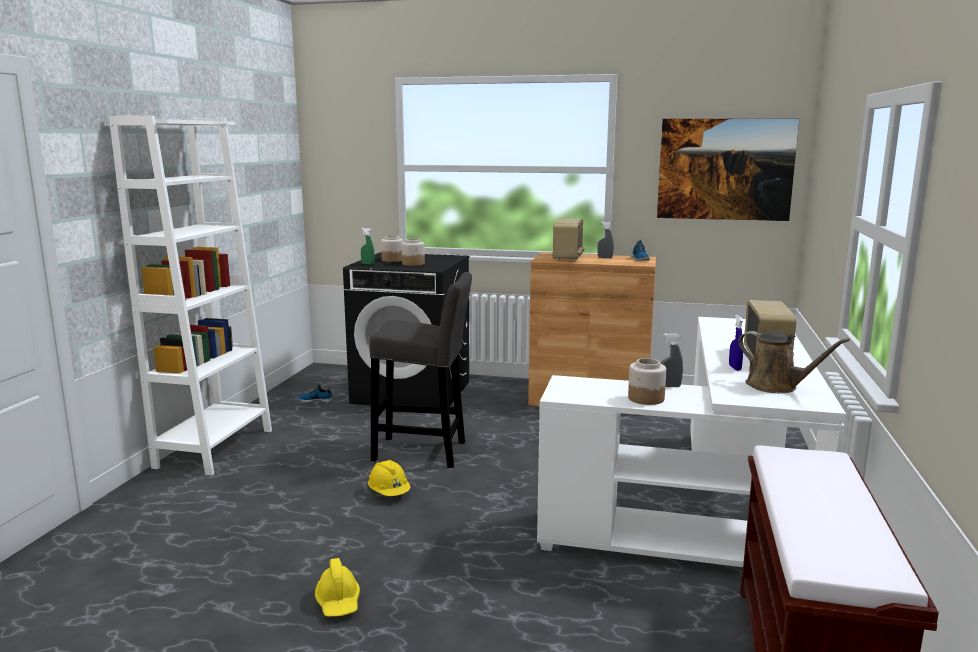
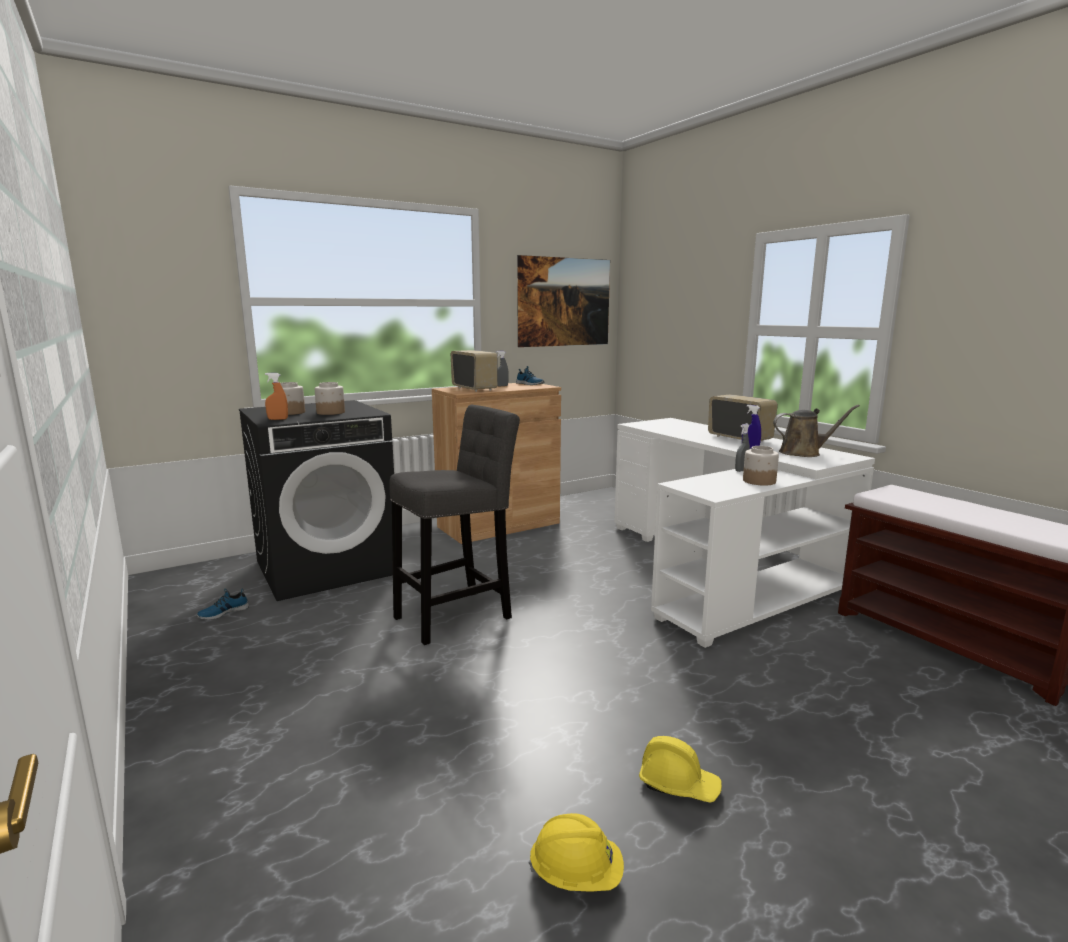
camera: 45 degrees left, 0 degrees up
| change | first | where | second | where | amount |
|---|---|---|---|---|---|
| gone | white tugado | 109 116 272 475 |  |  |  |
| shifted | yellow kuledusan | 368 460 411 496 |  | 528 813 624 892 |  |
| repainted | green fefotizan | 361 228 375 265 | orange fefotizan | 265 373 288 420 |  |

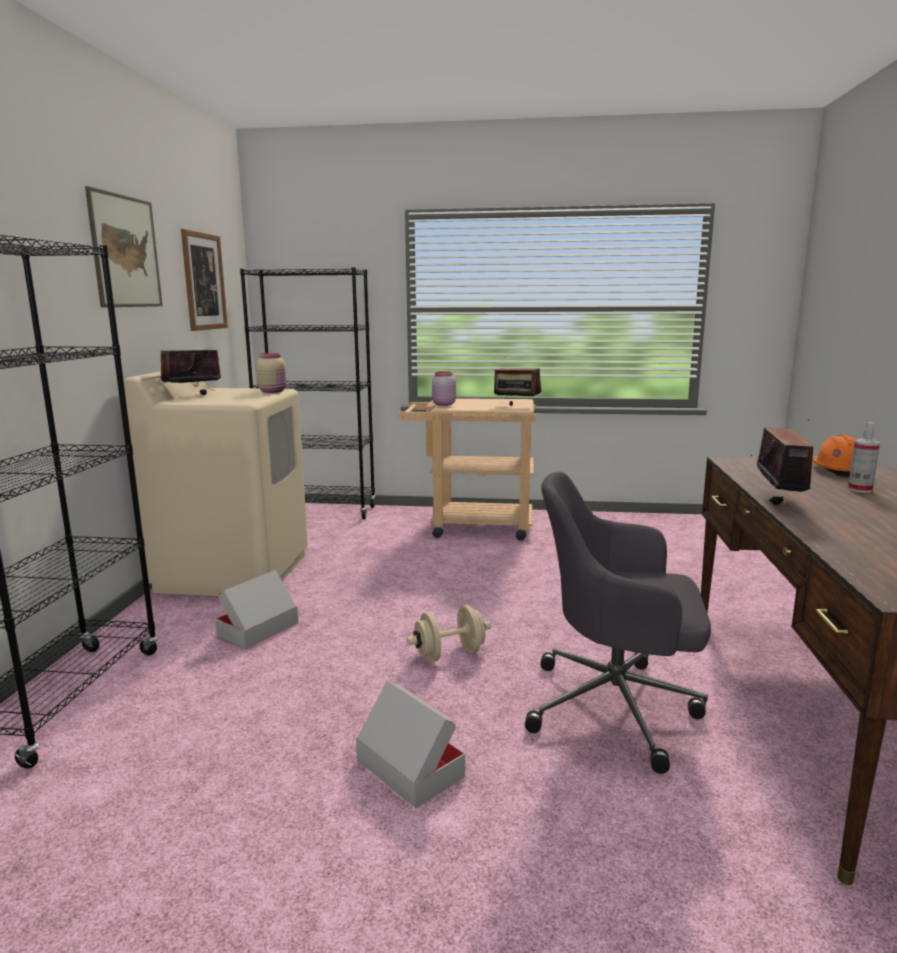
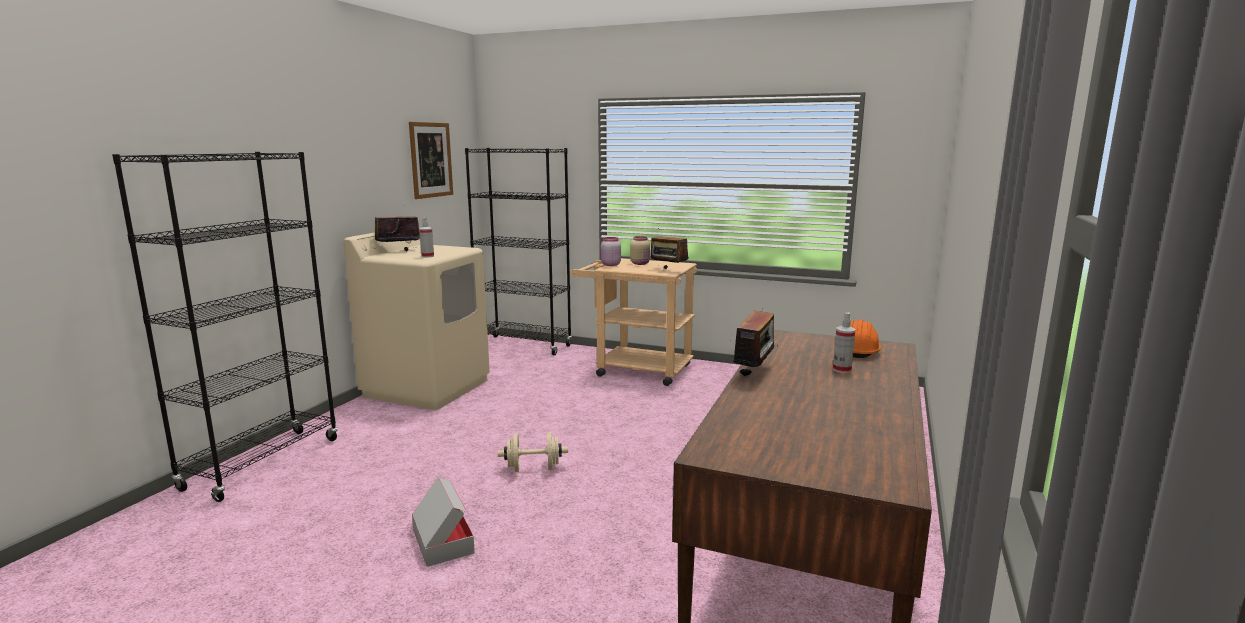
camera: 15 degrees right, 0 degrees up
| change | first | where | second | where | amount |
|---|---|---|---|---|---|
| gone | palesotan | 85 186 163 307 |  |  |  |
| gone | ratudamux | 215 570 298 649 |  |  |  |
| gone | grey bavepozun | 525 472 711 774 |  |  |  |
| new |  |  | fefotizan | 419 218 434 258 |  |
| shifted | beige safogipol | 256 353 286 393 |  | 630 236 650 265 |  |

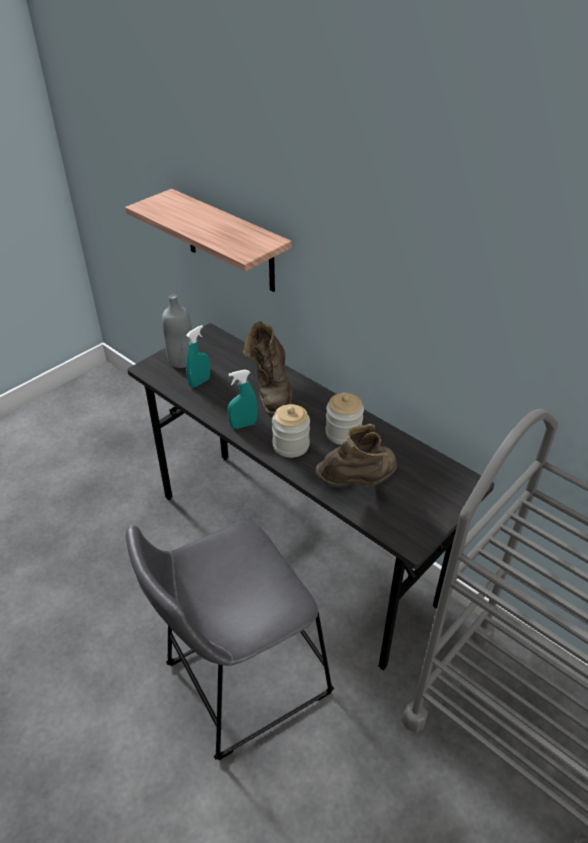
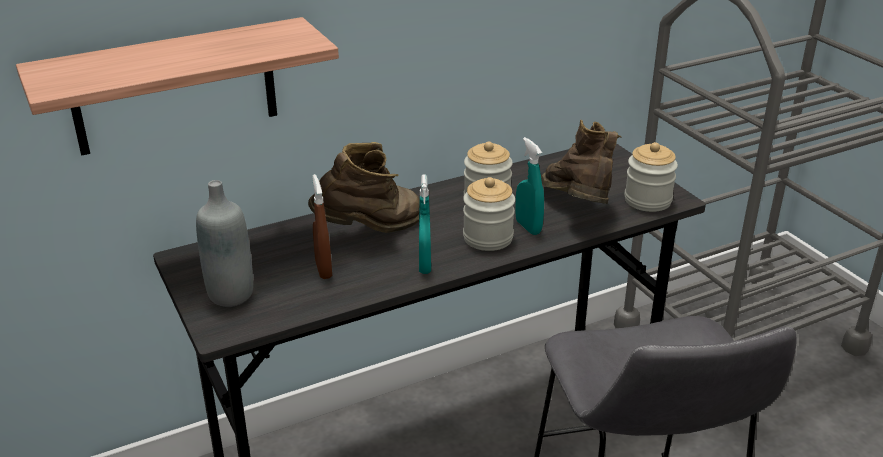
camera: 70 degrees left, 10 degrees down
| change | first | where | second | where | amount |
|---|---|---|---|---|---|
| new |  |  | brown fefotizan | 312 174 332 279 |  |
| new |  |  | safogipol | 625 142 678 212 |  |
| shifted | turquoise fefotizan | 186 325 210 388 |  | 515 137 544 235 |  |
| rotated | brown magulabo | 243 321 293 416 |  | 308 142 420 233 | 45 degrees counterclockwise |

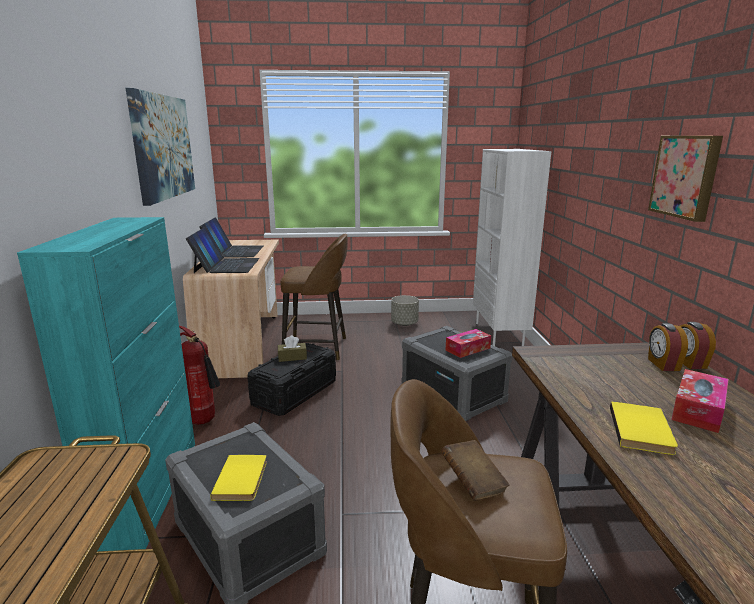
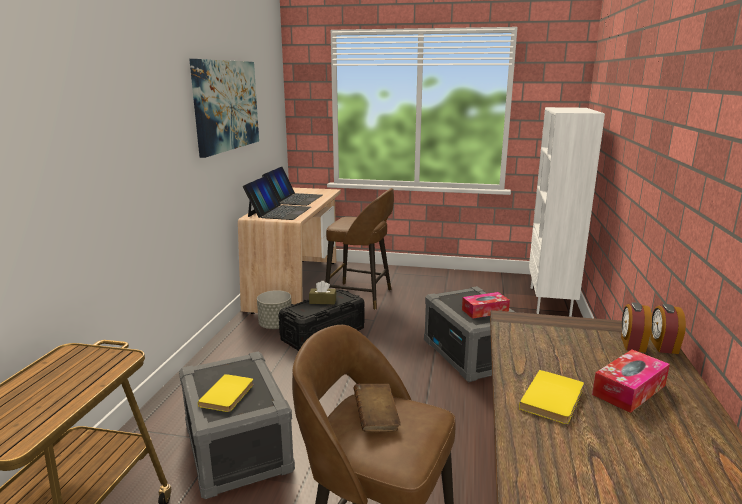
camera: 15 degrees right, 0 degrees up
| change | first | where | second | where | amount |
|---|---|---|---|---|---|
| gone | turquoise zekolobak | 17 217 195 551 |  |  |  |
| gone | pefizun | 179 326 220 425 |  |  |  |
| gone | palesotan | 648 136 723 222 |  |  |  |
| shifted | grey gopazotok | 391 295 419 326 |  | 257 290 292 329 |  |

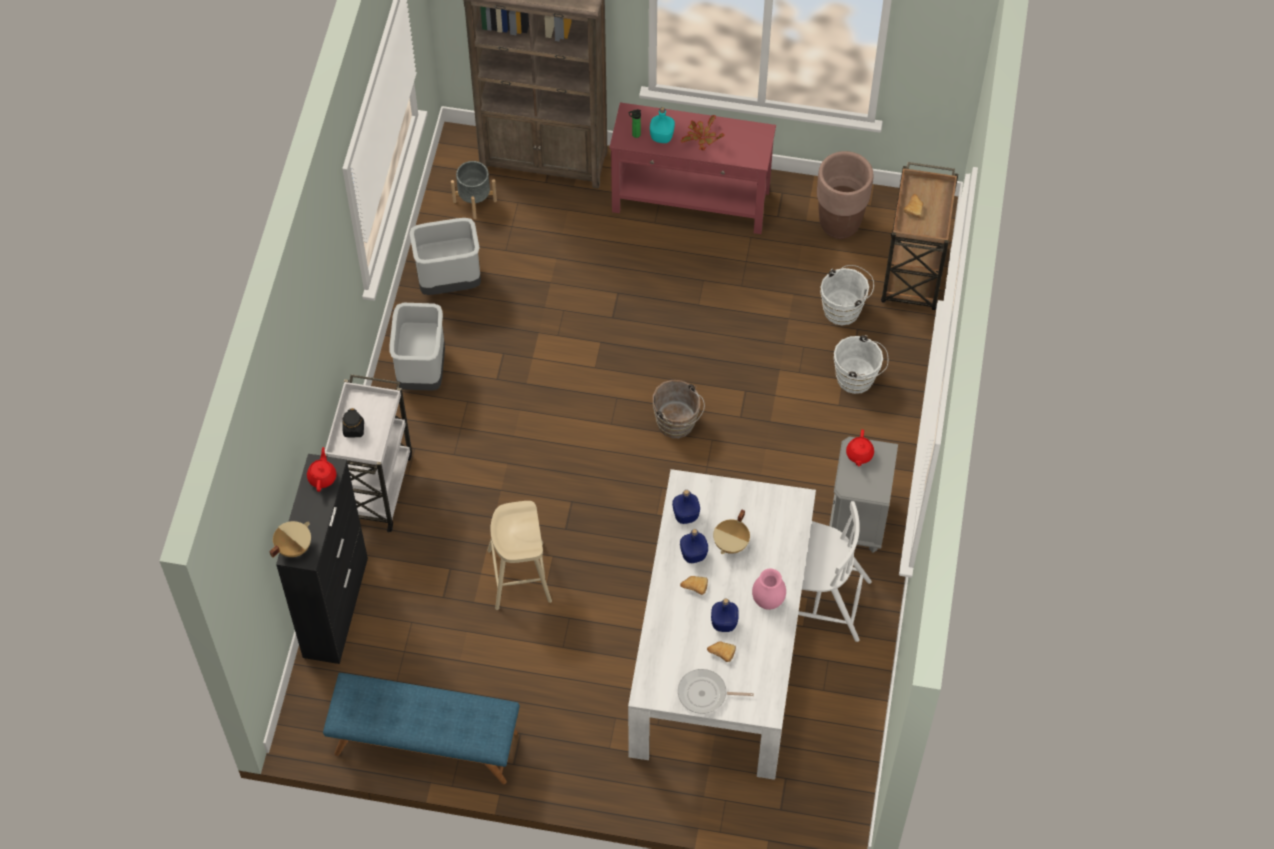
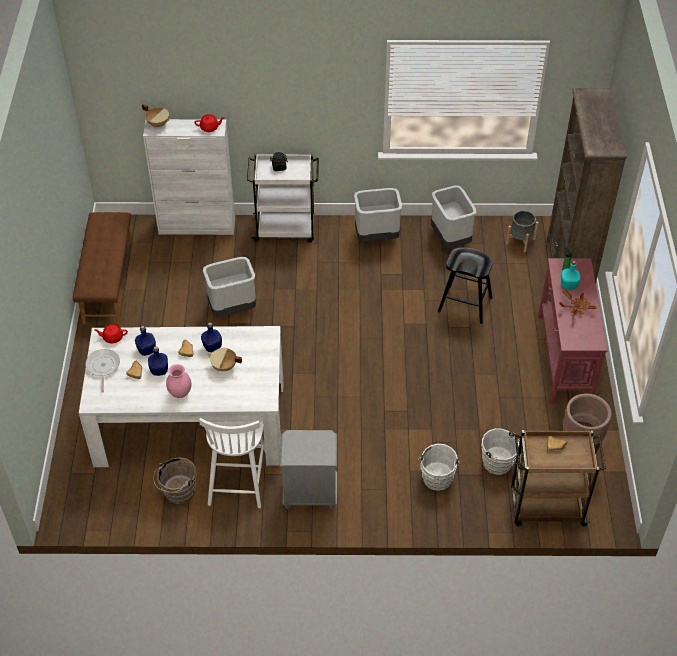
camera: 80 degrees right, 10 degrees down
| change | first | where | second | where | amount |
|---|---|---|---|---|---|
| new |  |  | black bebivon | 438 248 493 324 |  |
| shifted | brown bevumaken | 653 380 705 438 |  | 153 457 196 504 |  |
| shifted | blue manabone | 672 490 700 524 |  | 135 326 156 356 |  |
| shifted | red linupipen | 846 430 874 466 |  | 94 324 128 344 |  |
| swapped | beige bebivon | 487 501 552 610 | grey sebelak | 203 257 256 317 |  |
| repainted | black zekolobak | 276 454 368 664 | white zekolobak | 143 119 235 235 |  |
| repainted | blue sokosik | 323 673 520 784 | brown sokosik | 73 212 133 325 |  |

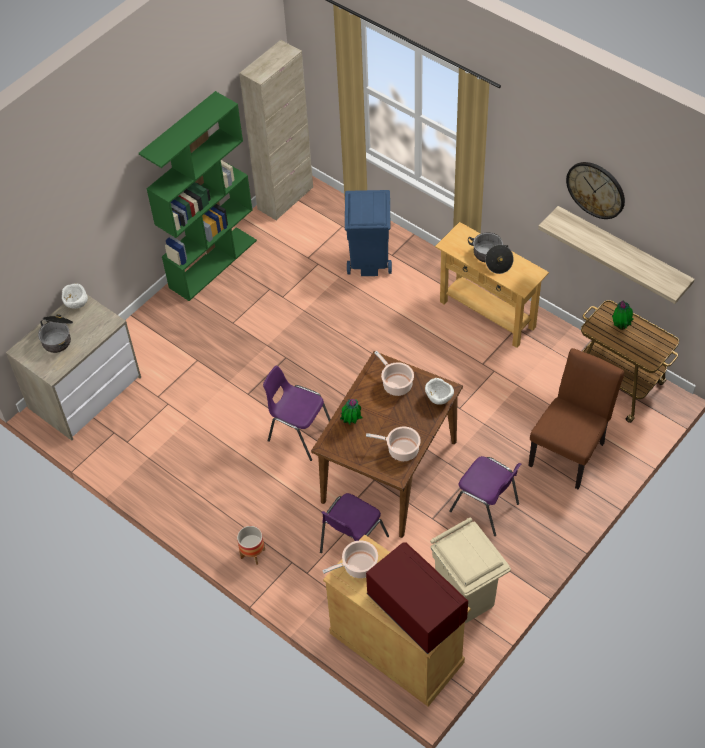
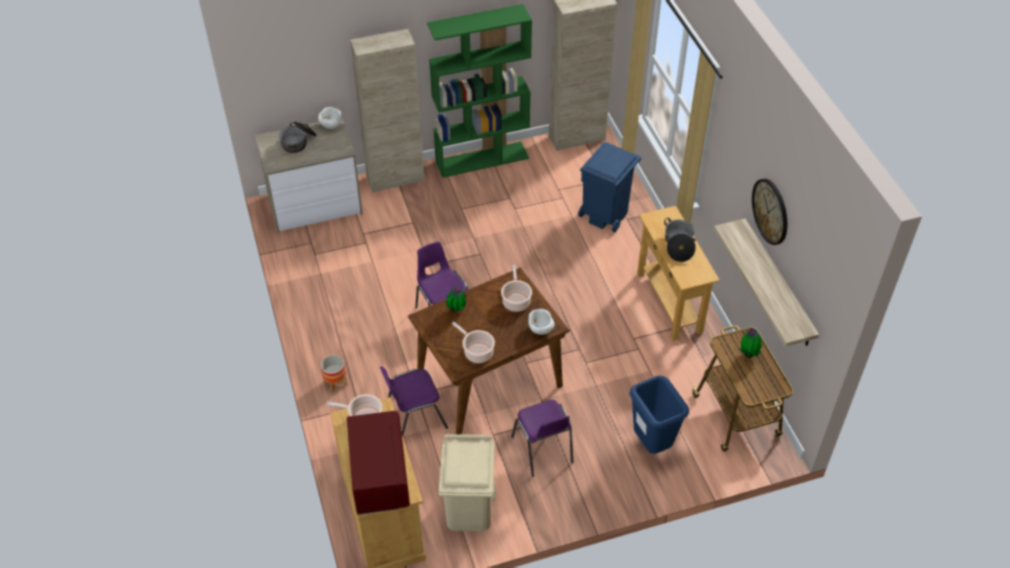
camera: 30 degrees right, 5 degrees down
| change | first | where | second | where | amount |
|---|---|---|---|---|---|
| new |  |  | beige zekolobak | 350 29 425 193 |  |
| swapped | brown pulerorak | 528 348 624 490 | blue sebelak | 630 376 689 454 |  |

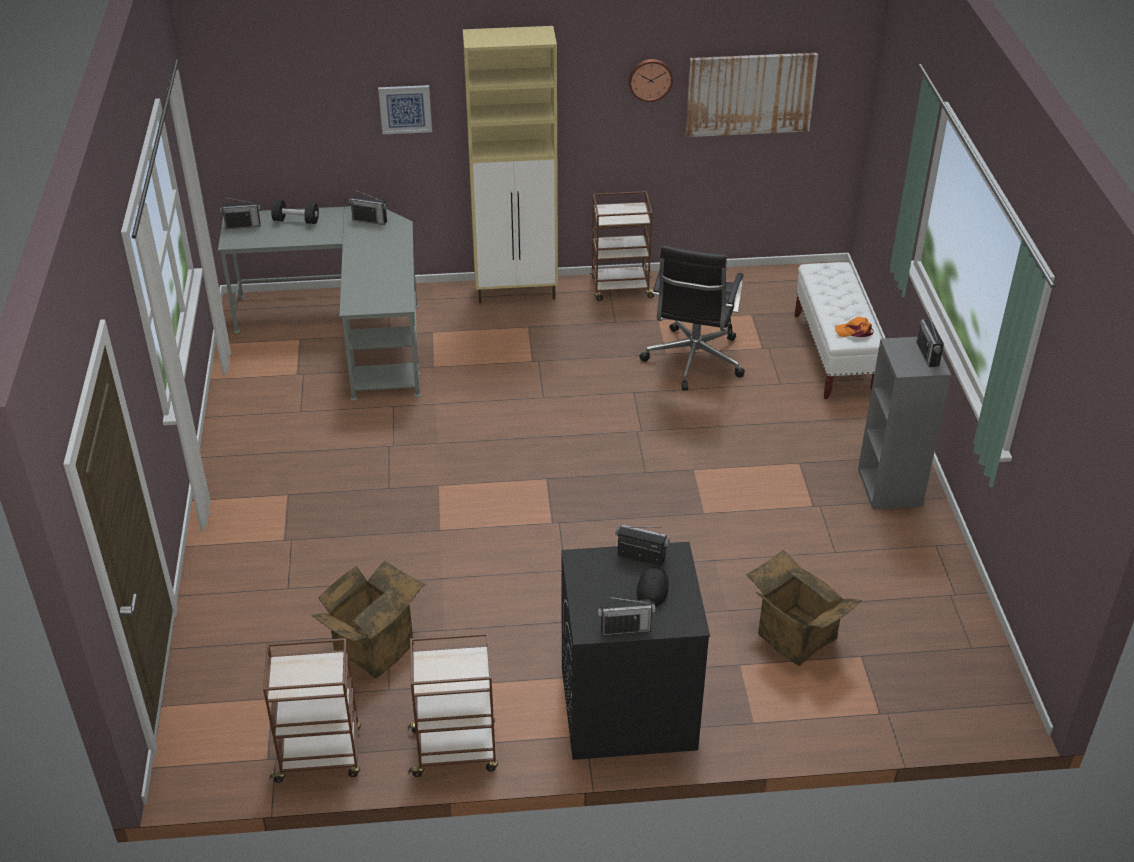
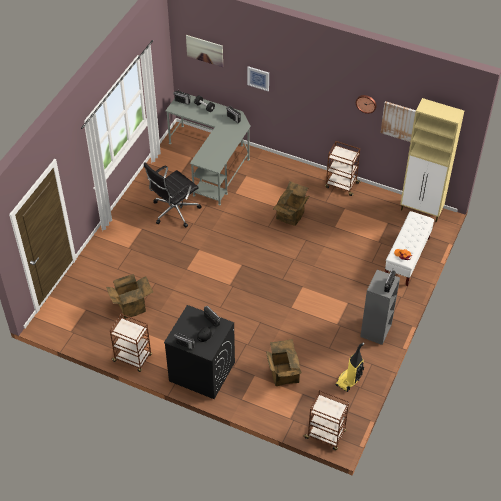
camera: 30 degrees right, 10 degrees up
| change | first | where | second | where | amount |
|---|---|---|---|---|---|
| new |  |  | palesotan | 186 35 223 67 |  |
| new |  |  | ratudamux | 273 181 309 226 |  |
| new |  |  | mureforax | 336 342 365 392 |  |
| shifted | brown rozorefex | 263 638 361 783 |  | 304 390 349 450 |  |
| shifted | beige zekolobak | 463 26 558 303 |  | 400 98 464 222 |  |
| shifted | black bavepozun | 639 245 745 391 |  | 144 162 202 227 |  |

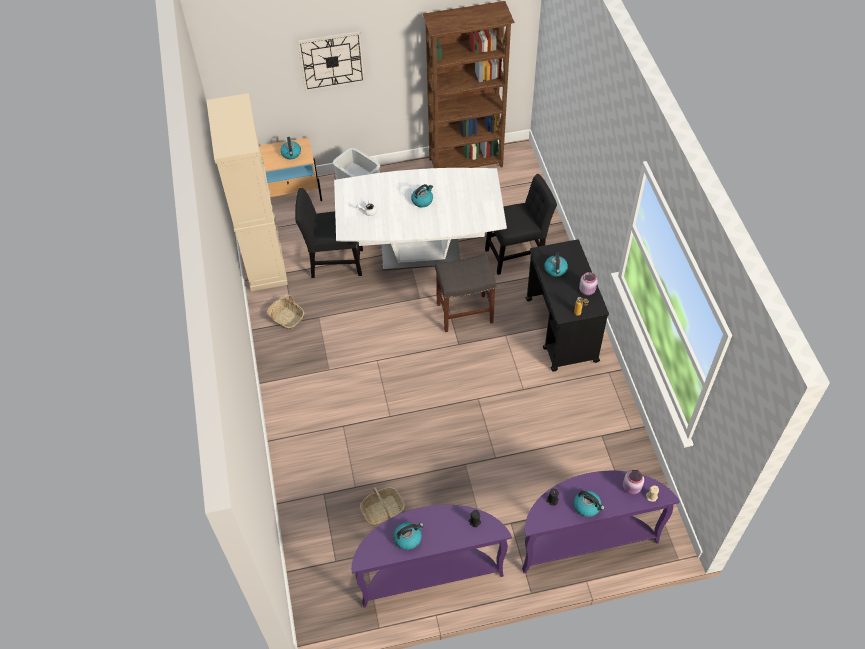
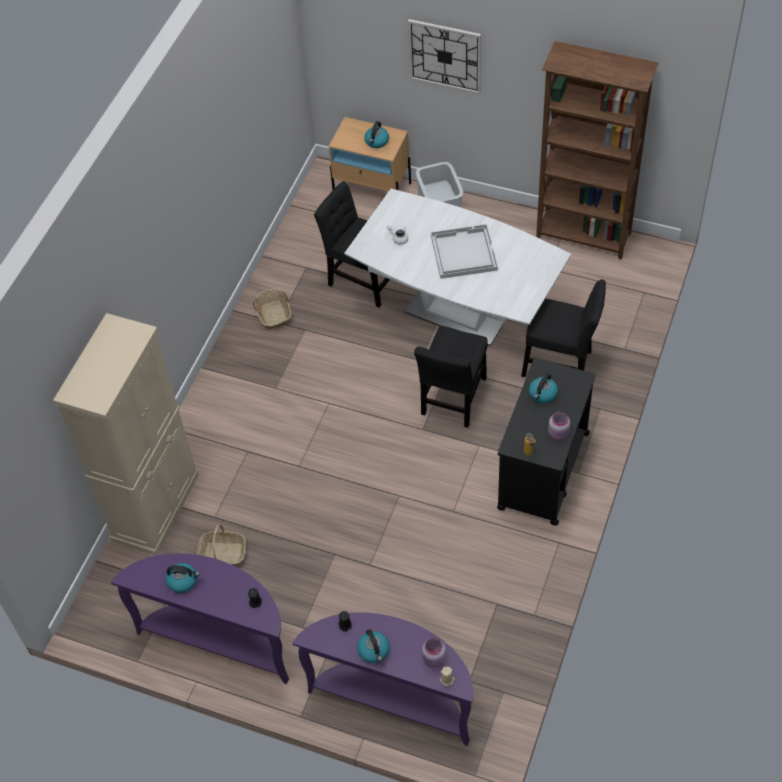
camera: 35 degrees right, 0 degrees up
| change | first | where | second | where | amount |
|---|---|---|---|---|---|
| shifted | beige zekolobak | 206 93 288 291 |  | 53 313 199 556 |  |
| swapped | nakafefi | 411 184 433 207 | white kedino | 431 224 498 279 |  |
| swapped | grey bebivon | 435 254 496 332 | black pulerorak | 414 326 488 428 |  |

